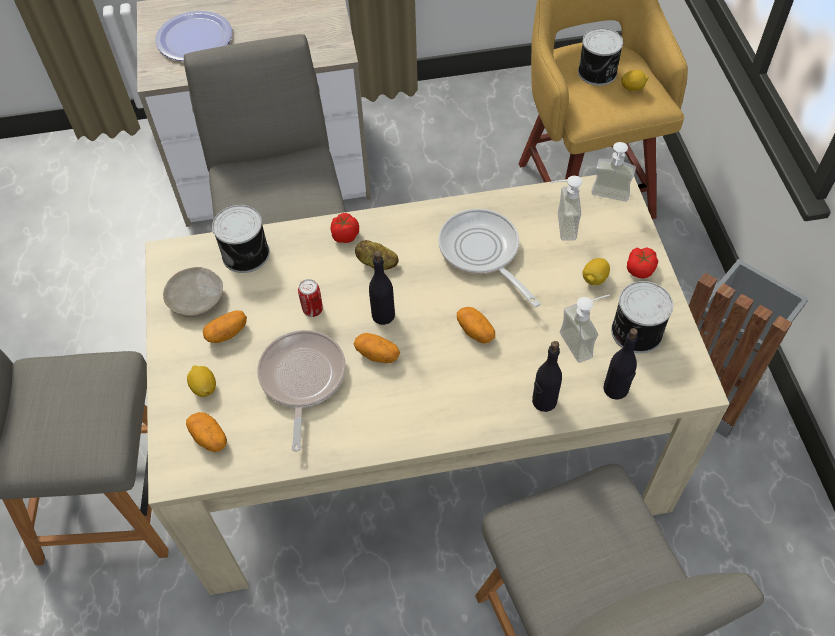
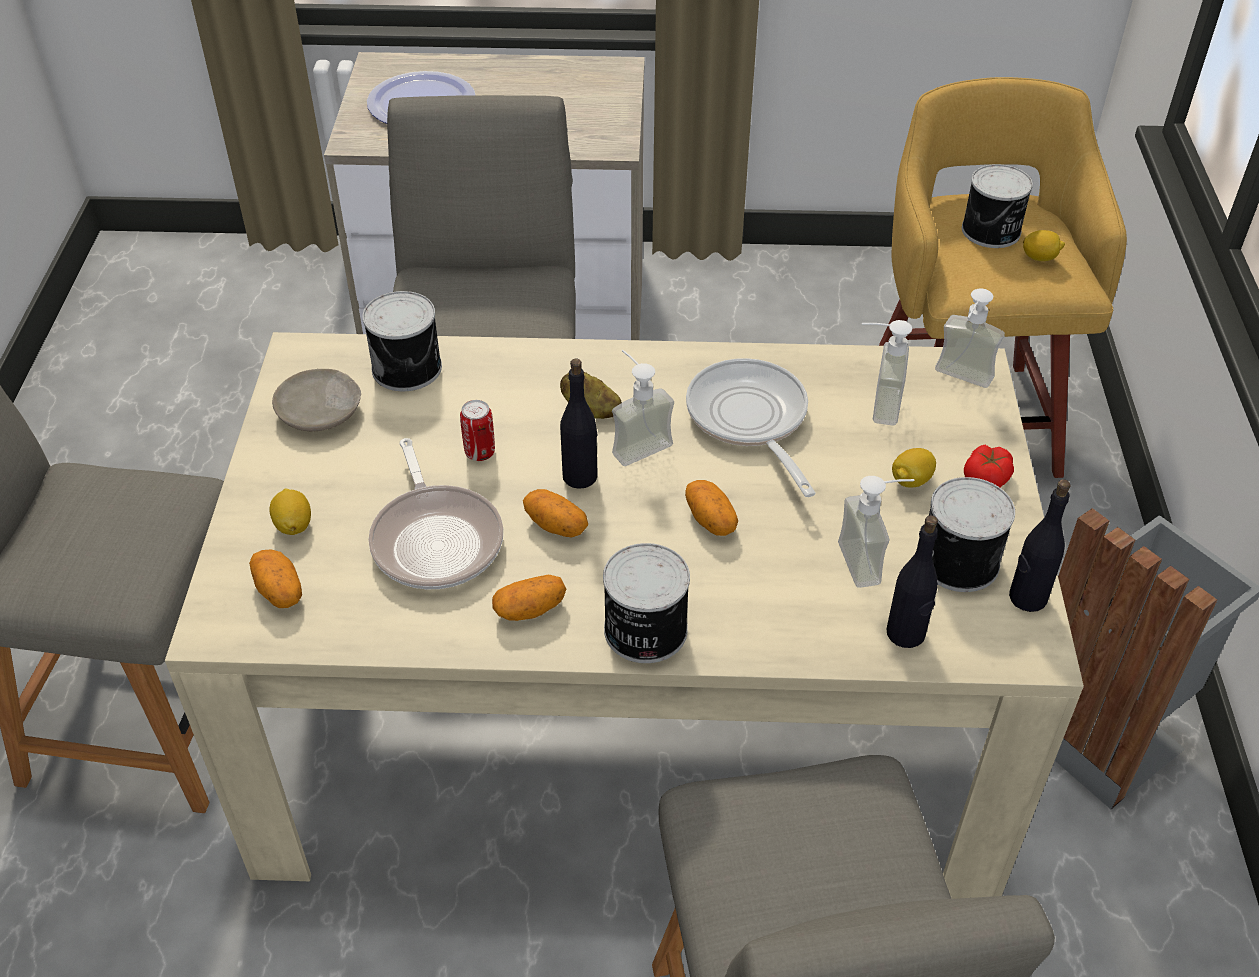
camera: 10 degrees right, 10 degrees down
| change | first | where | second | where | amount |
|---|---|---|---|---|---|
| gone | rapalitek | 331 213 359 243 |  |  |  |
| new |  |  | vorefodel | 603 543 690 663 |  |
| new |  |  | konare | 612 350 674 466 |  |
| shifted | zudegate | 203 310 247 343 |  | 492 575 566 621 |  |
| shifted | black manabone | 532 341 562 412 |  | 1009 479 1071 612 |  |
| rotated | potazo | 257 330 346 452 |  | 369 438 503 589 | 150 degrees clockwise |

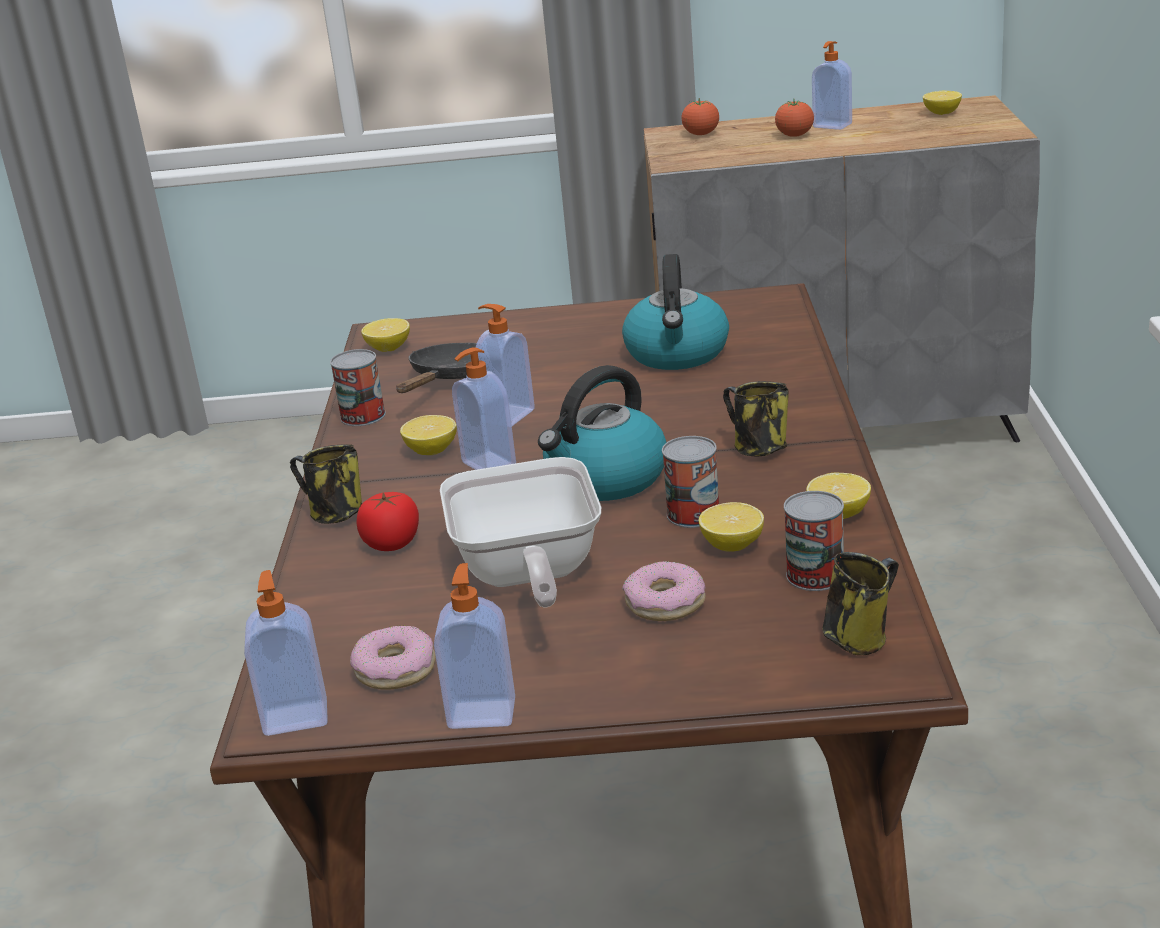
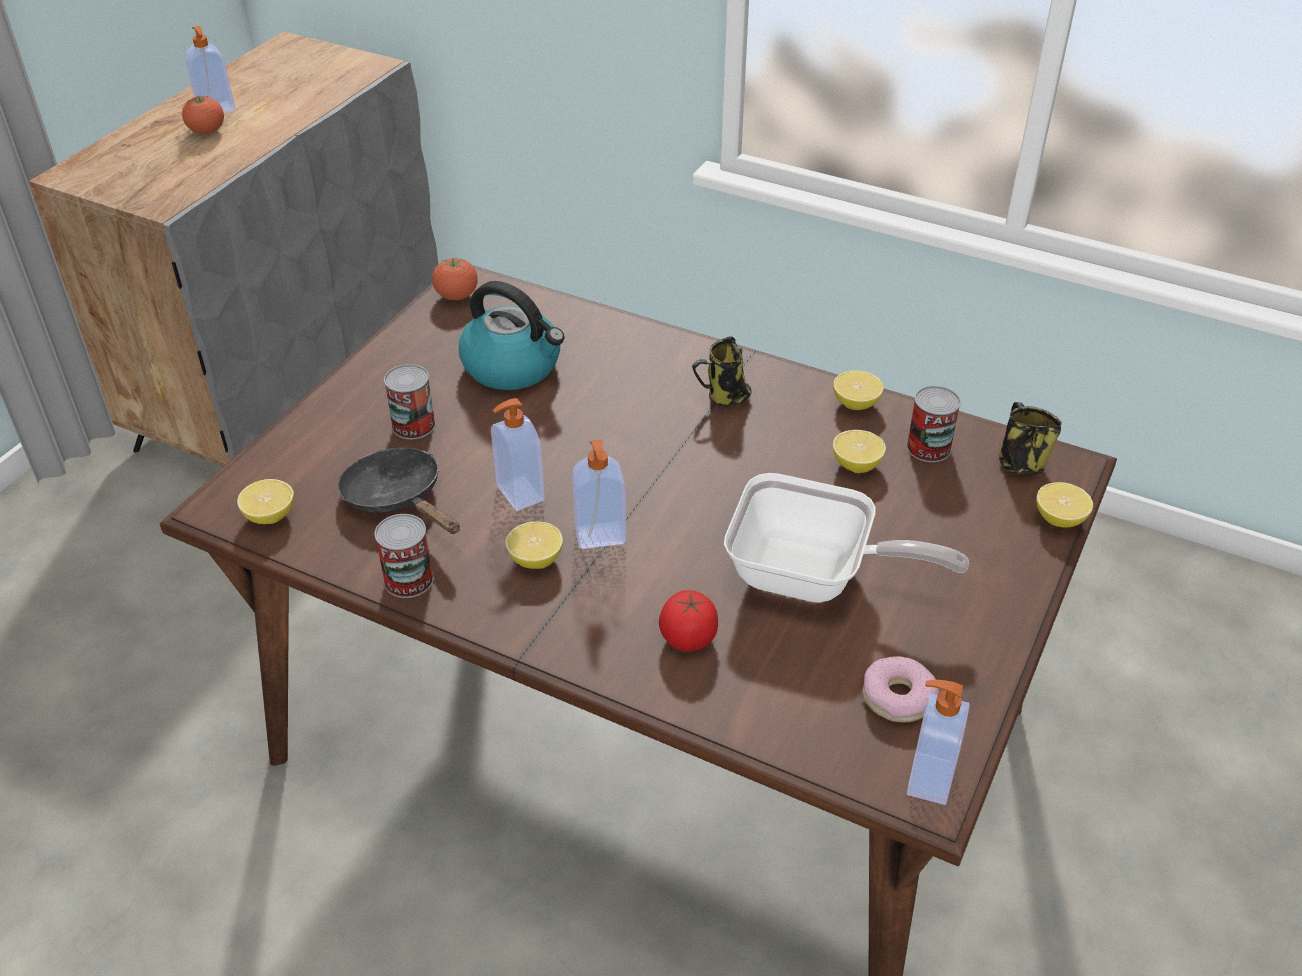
camera: 65 degrees left, 15 degrees up
| change | first | where | second | where | amount |
|---|---|---|---|---|---|
| gone | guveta | 290 444 362 524 |  |  |  |
| gone | konare | 434 563 515 729 |  |  |  |
| gone | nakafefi | 538 365 667 501 |  |  |  |
| gone | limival | 622 561 705 621 |  |  |  |
| shifted | vorefodel | 662 436 719 528 |  | 384 364 436 439 |  |
| shifted | rapalitek | 681 98 719 135 |  | 432 257 478 300 |  |
| shifted | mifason | 923 91 962 115 |  | 1036 482 1093 528 |  |

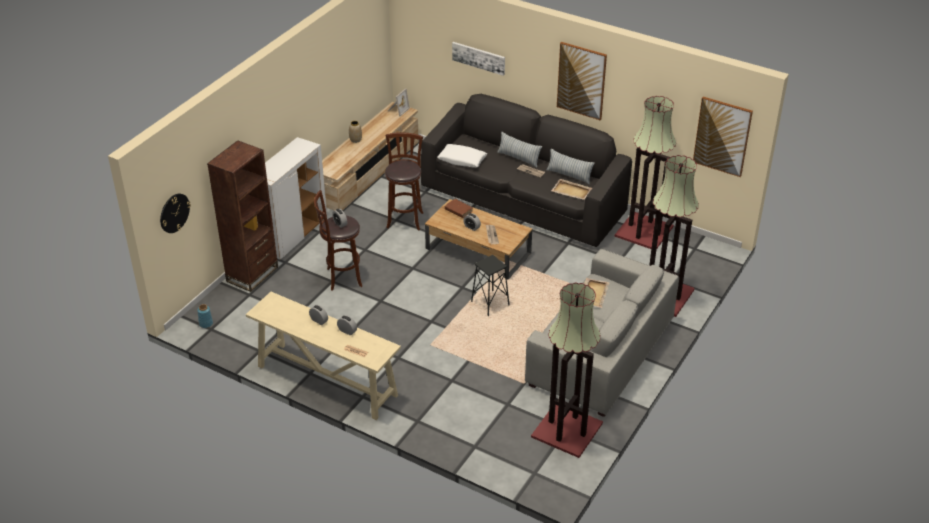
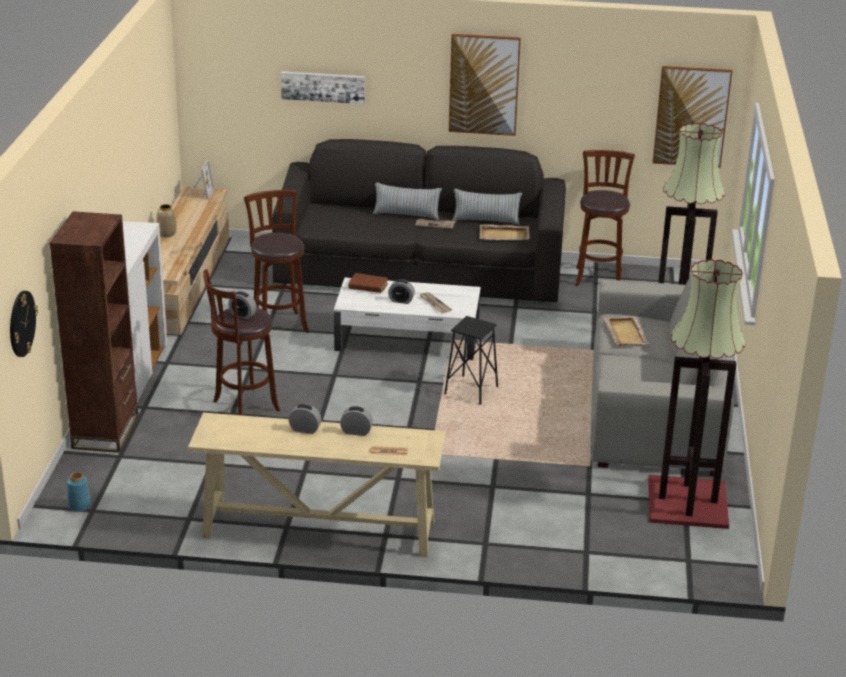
camera: 25 degrees left, 10 degrees down
| change | first | where | second | where | amount |
|---|---|---|---|---|---|
| gone | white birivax | 438 144 487 168 |  |  |  |
| swapped | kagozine | 615 96 676 250 | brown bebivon | 575 150 635 286 |  |
| repainted | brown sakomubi | 425 199 532 280 | white sakomubi | 334 278 481 360 |  |

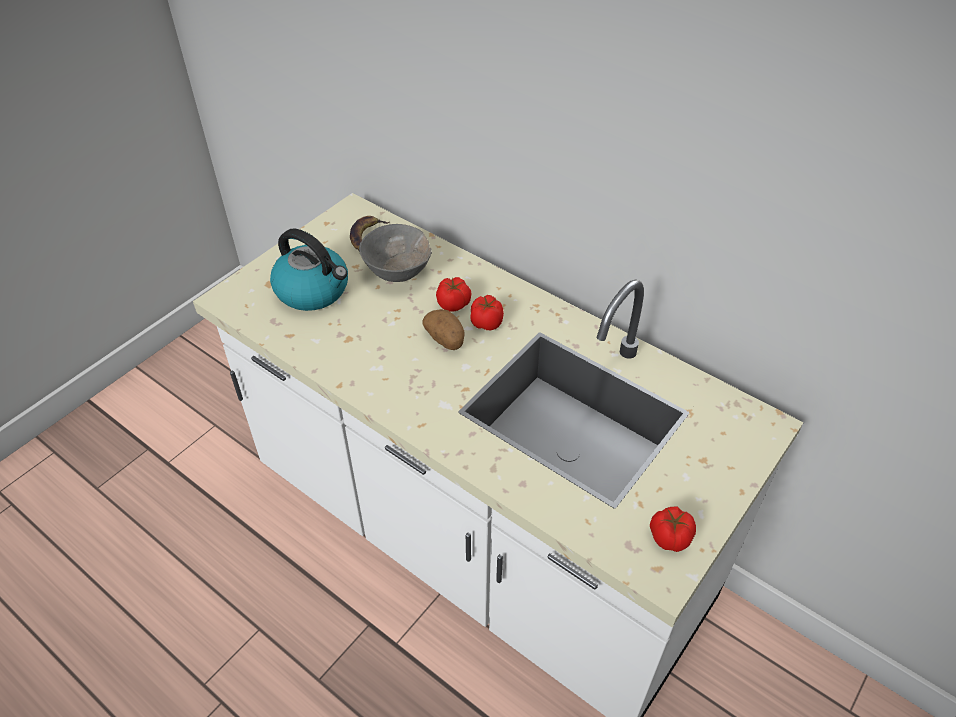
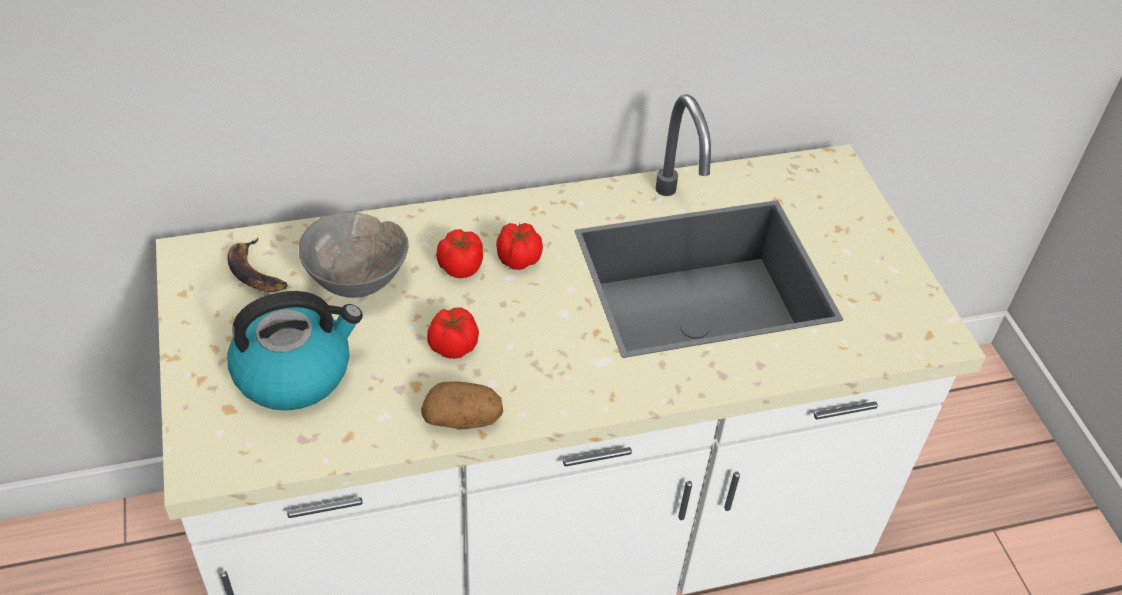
camera: 55 degrees left, 0 degrees up
| change | first | where | second | where | amount |
|---|---|---|---|---|---|
| shifted | zudegate | 422 309 465 350 |  | 421 382 503 429 |  |
| shifted | rapalitek | 650 507 696 552 |  | 427 307 479 359 |  |

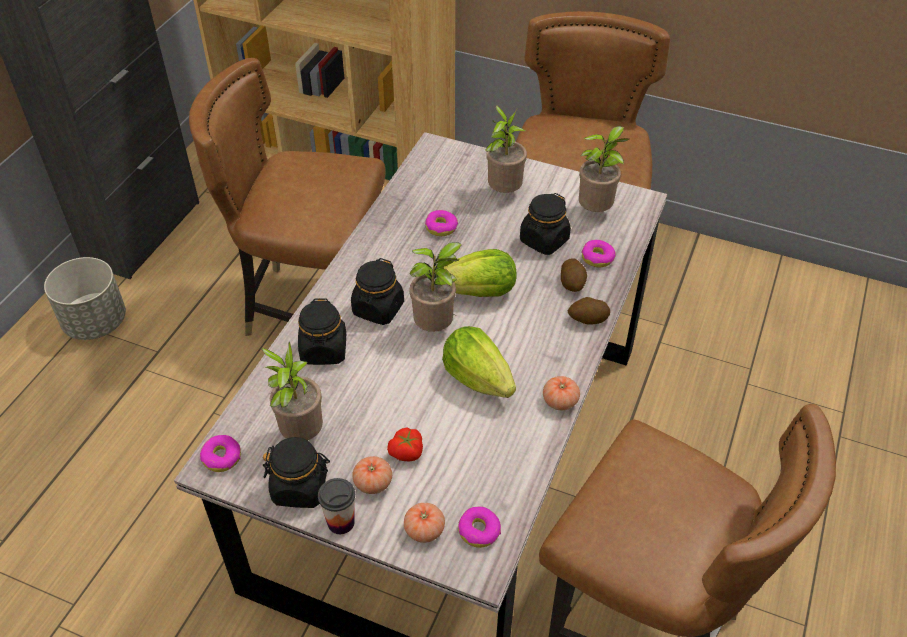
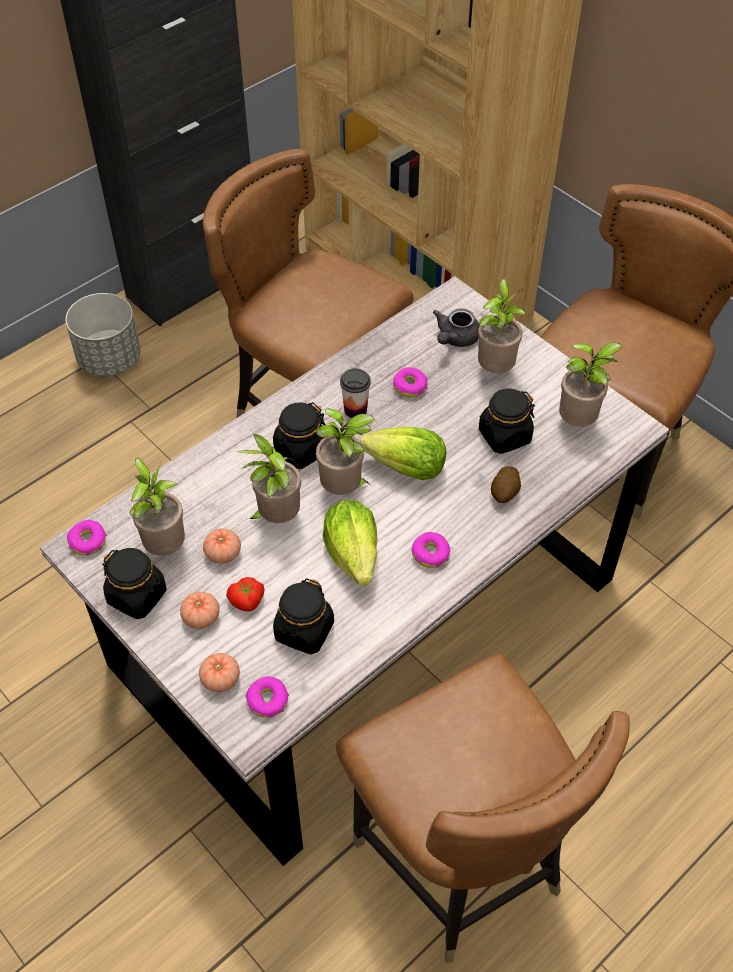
camera: 25 degrees right, 5 degrees up
| change | first | where | second | where | amount |
|---|---|---|---|---|---|
| gone | zudegate | 567 297 610 325 |  |  |  |
| new |  |  | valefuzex | 237 434 301 523 |  |
| new |  |  | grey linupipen | 433 308 479 347 |  |
| shifted | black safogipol | 298 298 346 365 |  | 273 578 334 654 |  |
| shifted | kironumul | 318 478 355 534 |  | 340 368 371 418 |  |
| shifted | rapalitek | 543 376 580 410 |  | 203 529 241 564 |  |
| shifted | limival | 581 240 616 267 |  | 411 532 450 568 |  |

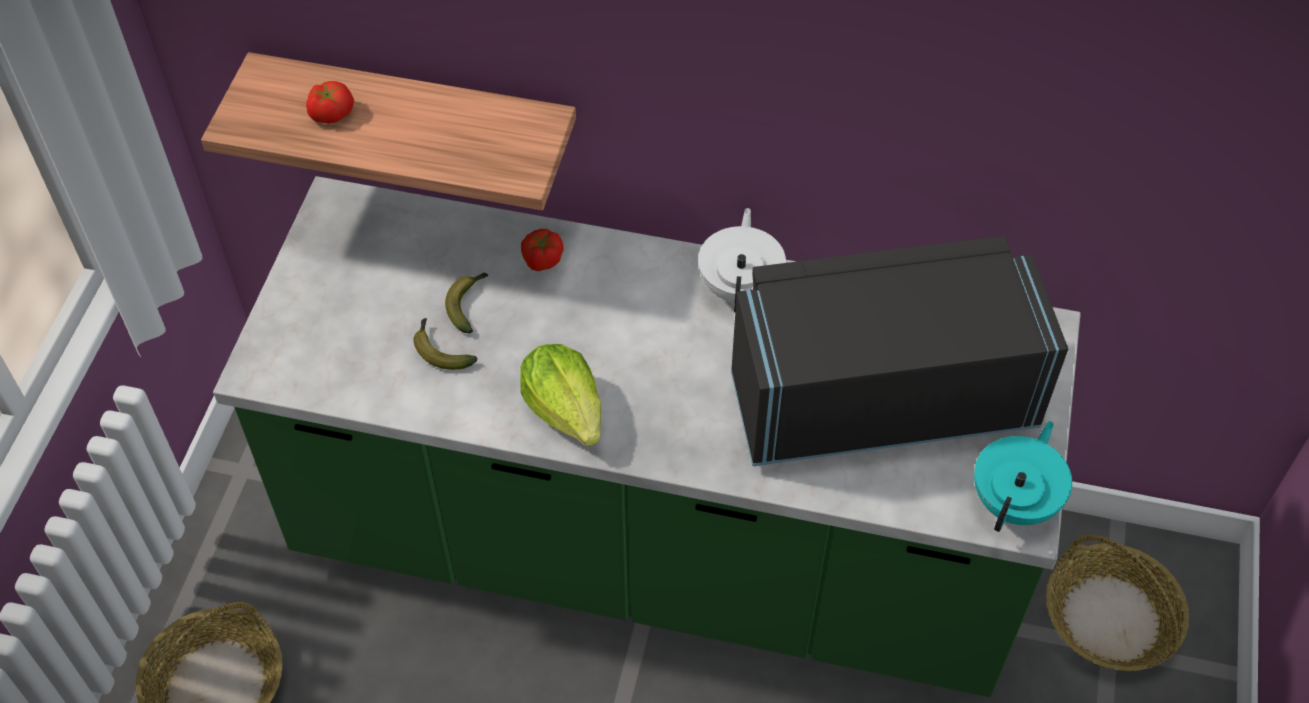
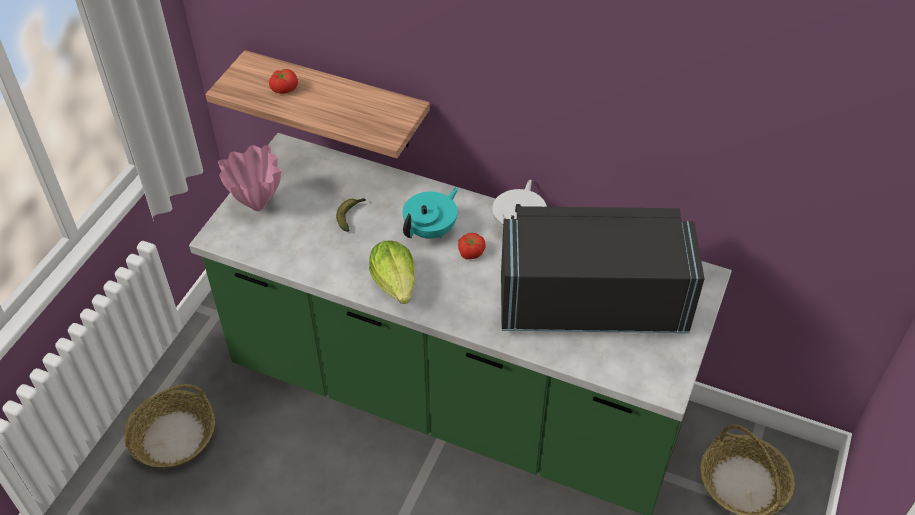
camera: 10 degrees right, 5 degrees down
| change | first | where | second | where | amount |
|---|---|---|---|---|---|
| gone | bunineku | 413 318 477 370 |  |  |  |
| new |  |  | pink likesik | 218 145 281 211 |  |
| shifted | rapalitek | 521 229 564 271 |  | 458 233 485 259 |  |
| shifted | turquoise linupipen | 974 421 1072 532 |  | 403 187 458 239 |  |

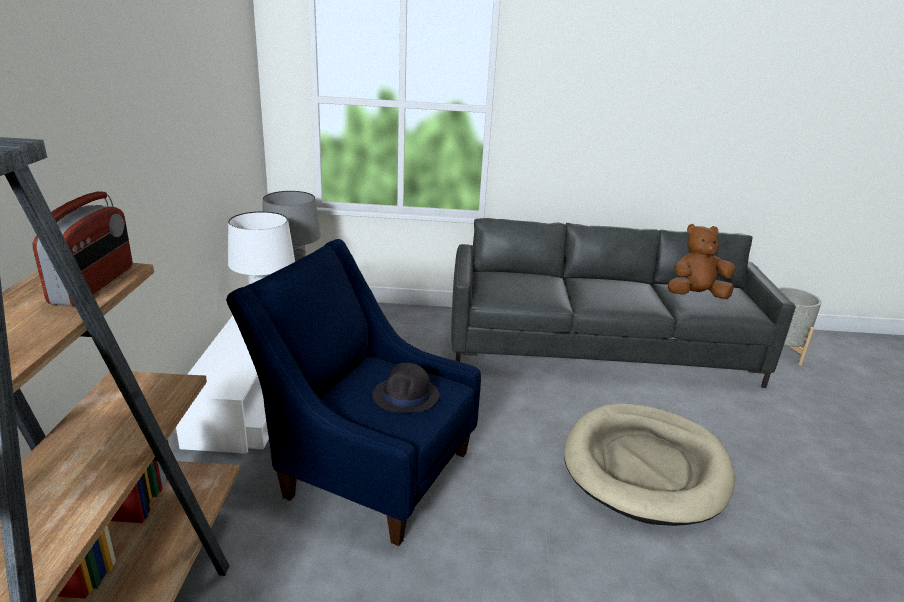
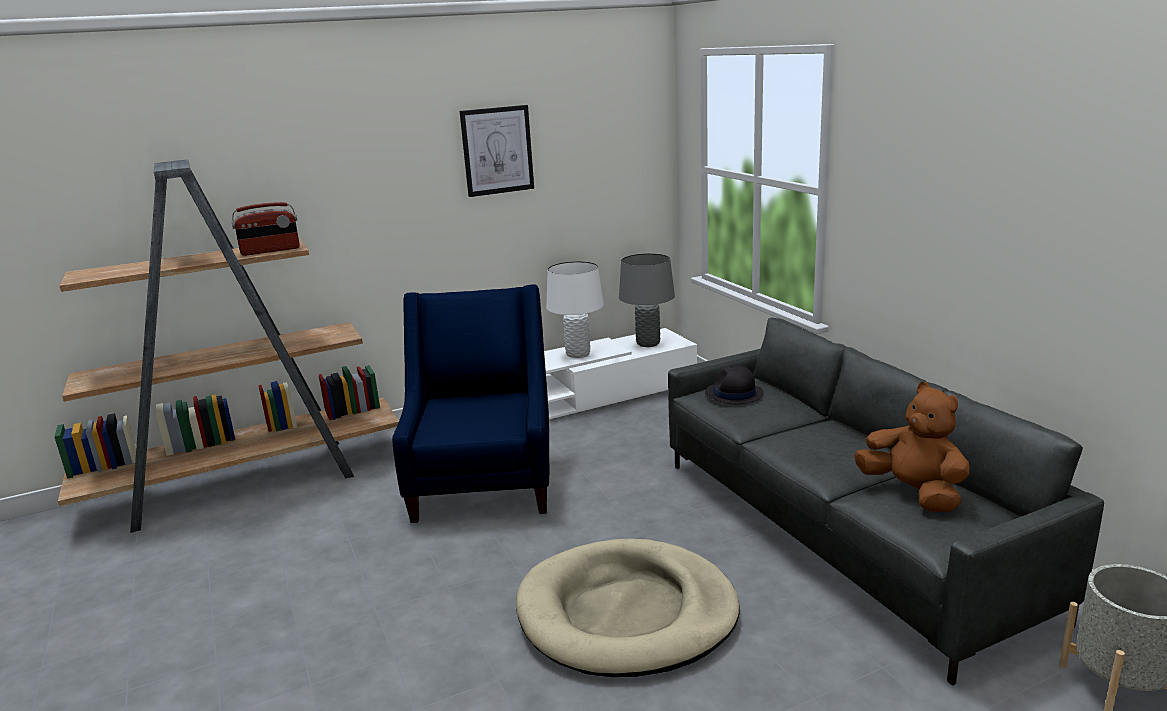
camera: 65 degrees right, 5 degrees down
| change | first | where | second | where | amount |
|---|---|---|---|---|---|
| new |  |  | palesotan | 460 105 534 197 |  |
| shifted | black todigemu | 373 363 439 412 |  | 705 366 764 404 |  |

